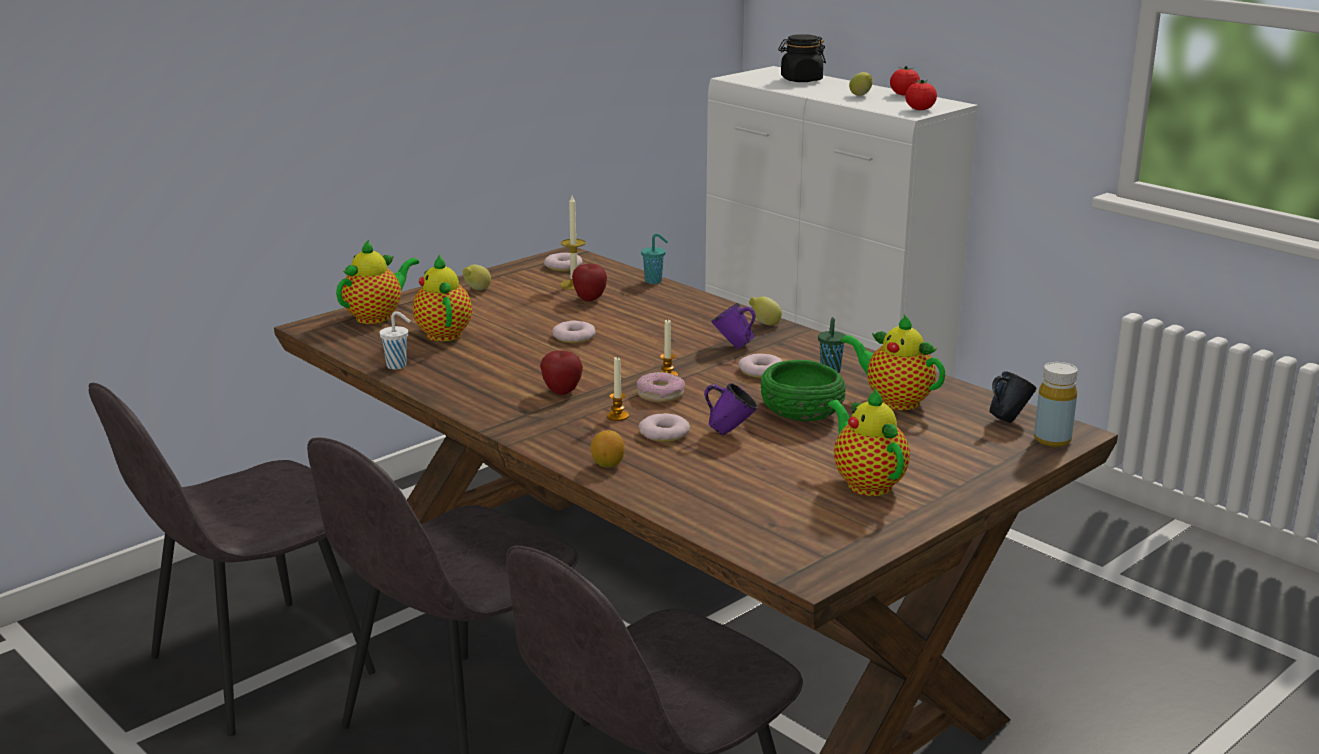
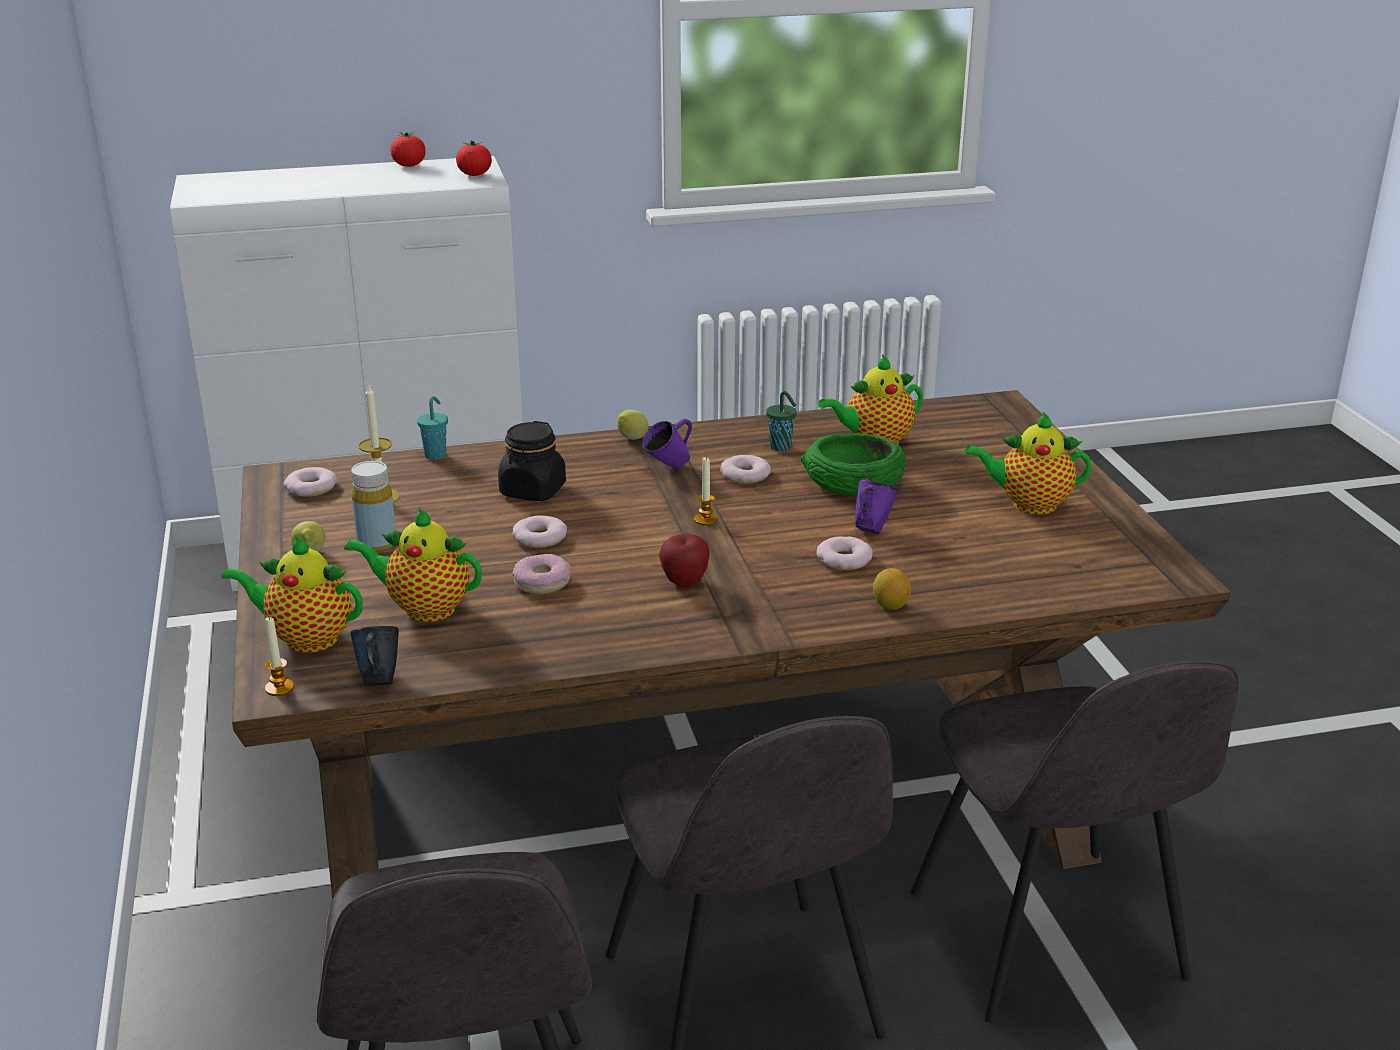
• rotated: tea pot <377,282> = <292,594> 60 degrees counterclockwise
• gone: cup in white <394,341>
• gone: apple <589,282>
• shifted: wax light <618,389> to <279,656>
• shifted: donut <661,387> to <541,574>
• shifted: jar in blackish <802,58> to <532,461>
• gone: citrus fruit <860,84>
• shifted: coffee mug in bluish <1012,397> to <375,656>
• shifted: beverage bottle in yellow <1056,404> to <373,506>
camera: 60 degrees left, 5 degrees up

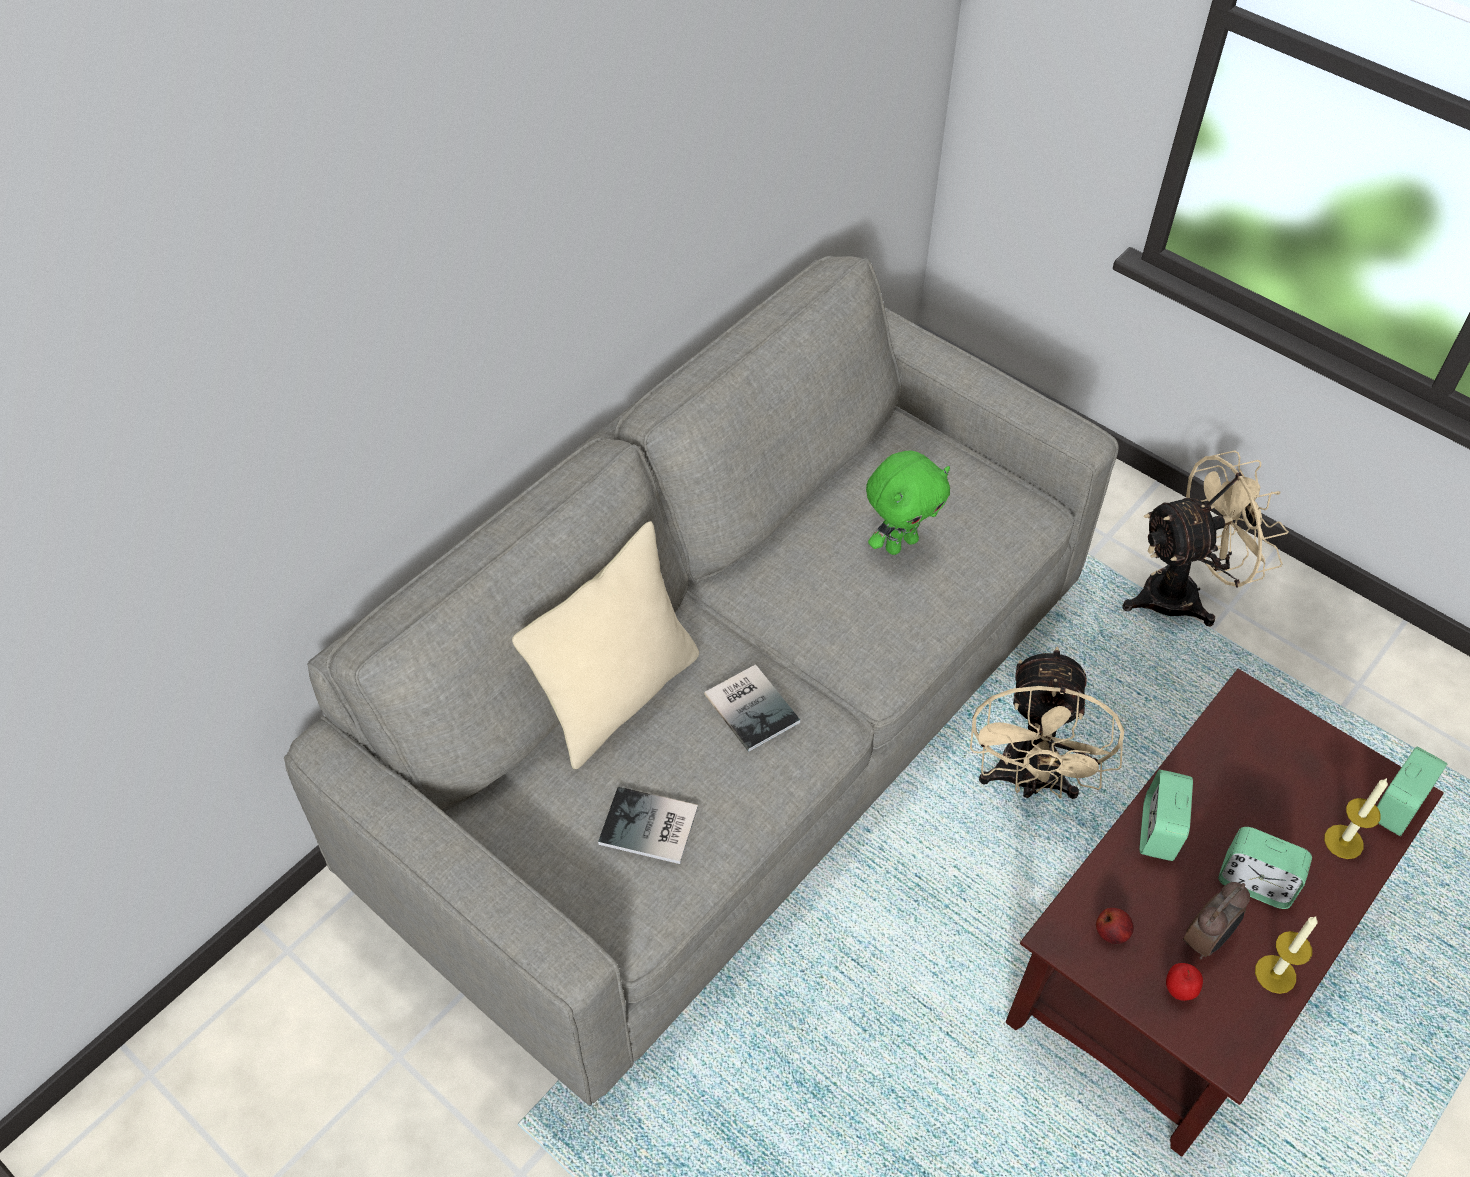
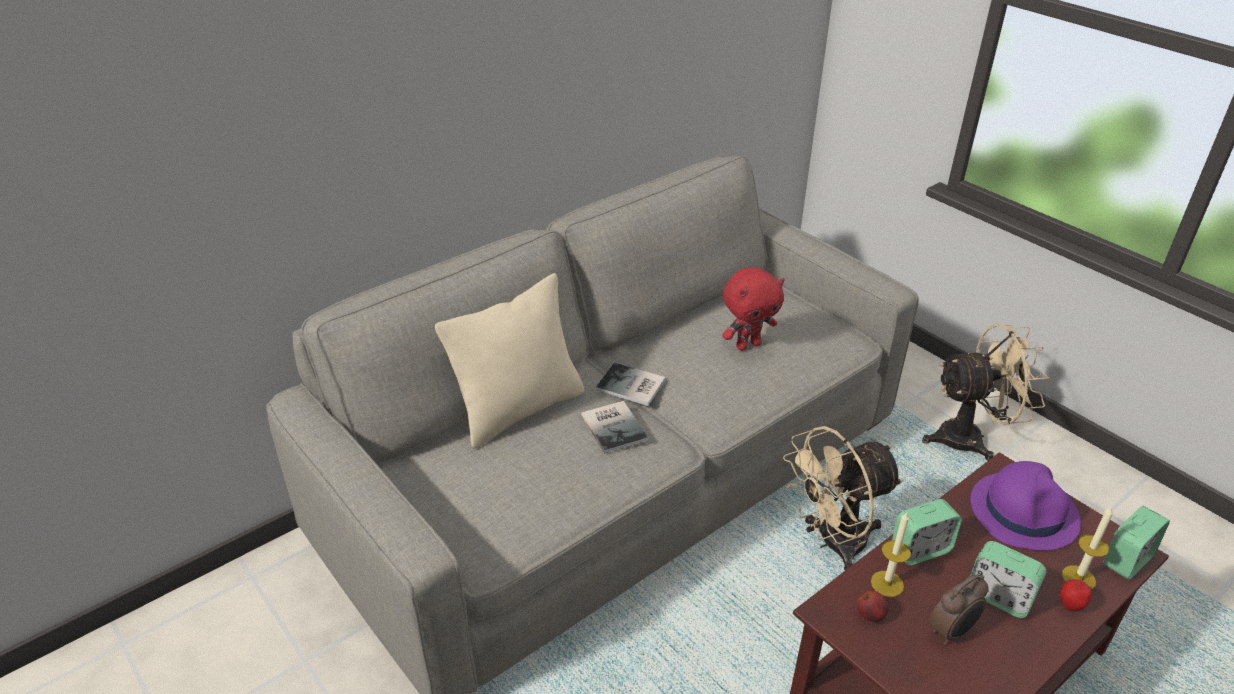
• shifted: bound book <648,825> to <631,384>
• repainted: plush toy in greenish <908,503> to plush toy in red <753,309>
• rotated: fan in beige-coloured <1047,723> = <843,498> 45 degrees clockwise
• rotated: table clock <1166,815> = <927,532> 135 degrees counterclockwise
• shifted: apple <1184,982> to <1076,595>
• shifted: wax light <1286,955> to <891,554>
• new: hat in purple <1025,506>
camera: 10 degrees right, 15 degrees down

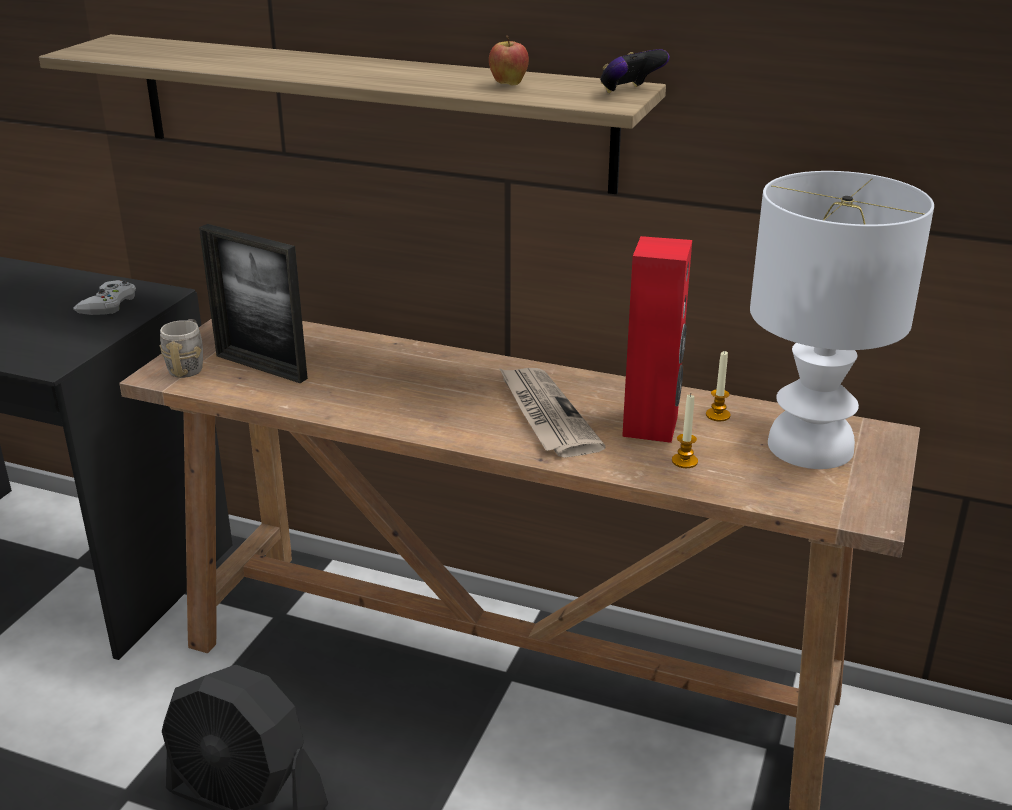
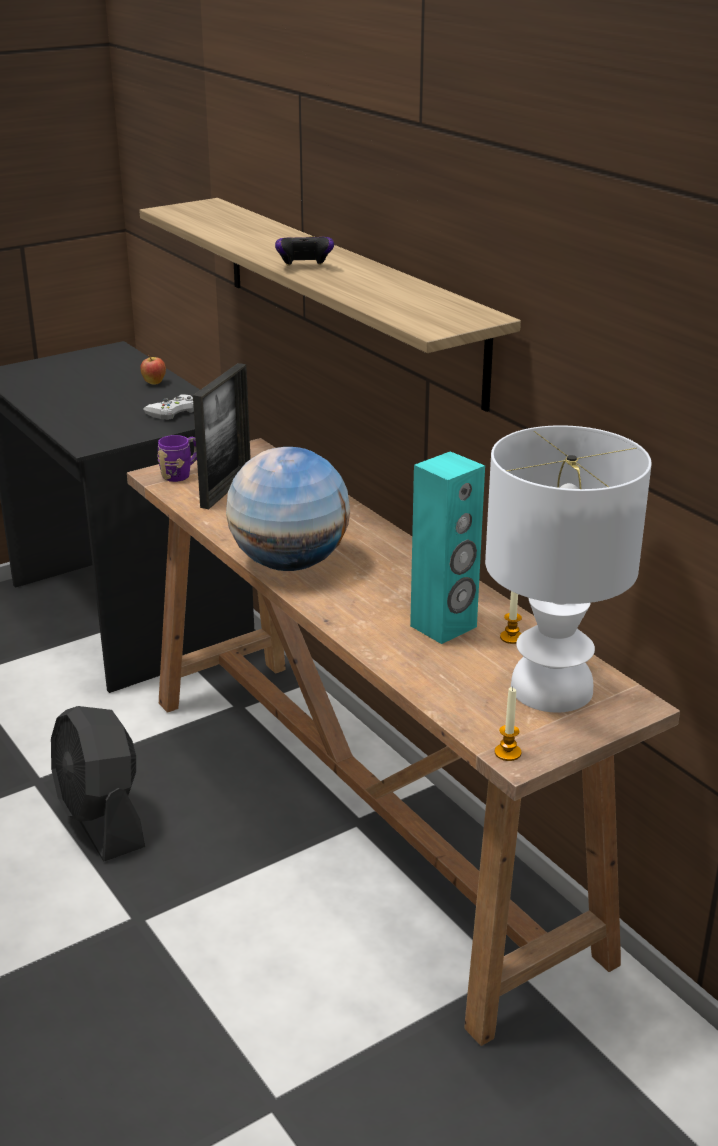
• repainted: coffee mug in greyish <181,348> to coffee mug in purple <177,458>
• rotated: picture frame <253,303> = <222,436> 135 degrees counterclockwise
• shifted: apple <509,60> to <153,370>
• gone: daily paper <552,413>
• shifted: gamepad <635,71> to <304,251>
• repainted: loudspeaker in red <657,339> to loudspeaker in turquoise <447,548>
• shifted: wax light <685,431> to <508,724>
• new: world globe <288,509>
camera: 35 degrees right, 0 degrees up

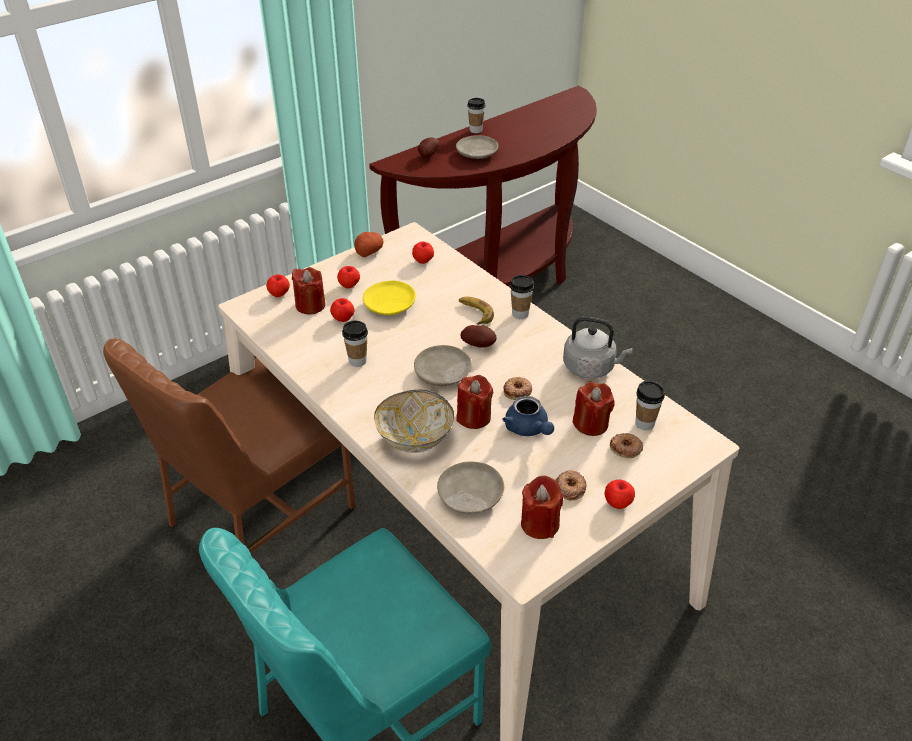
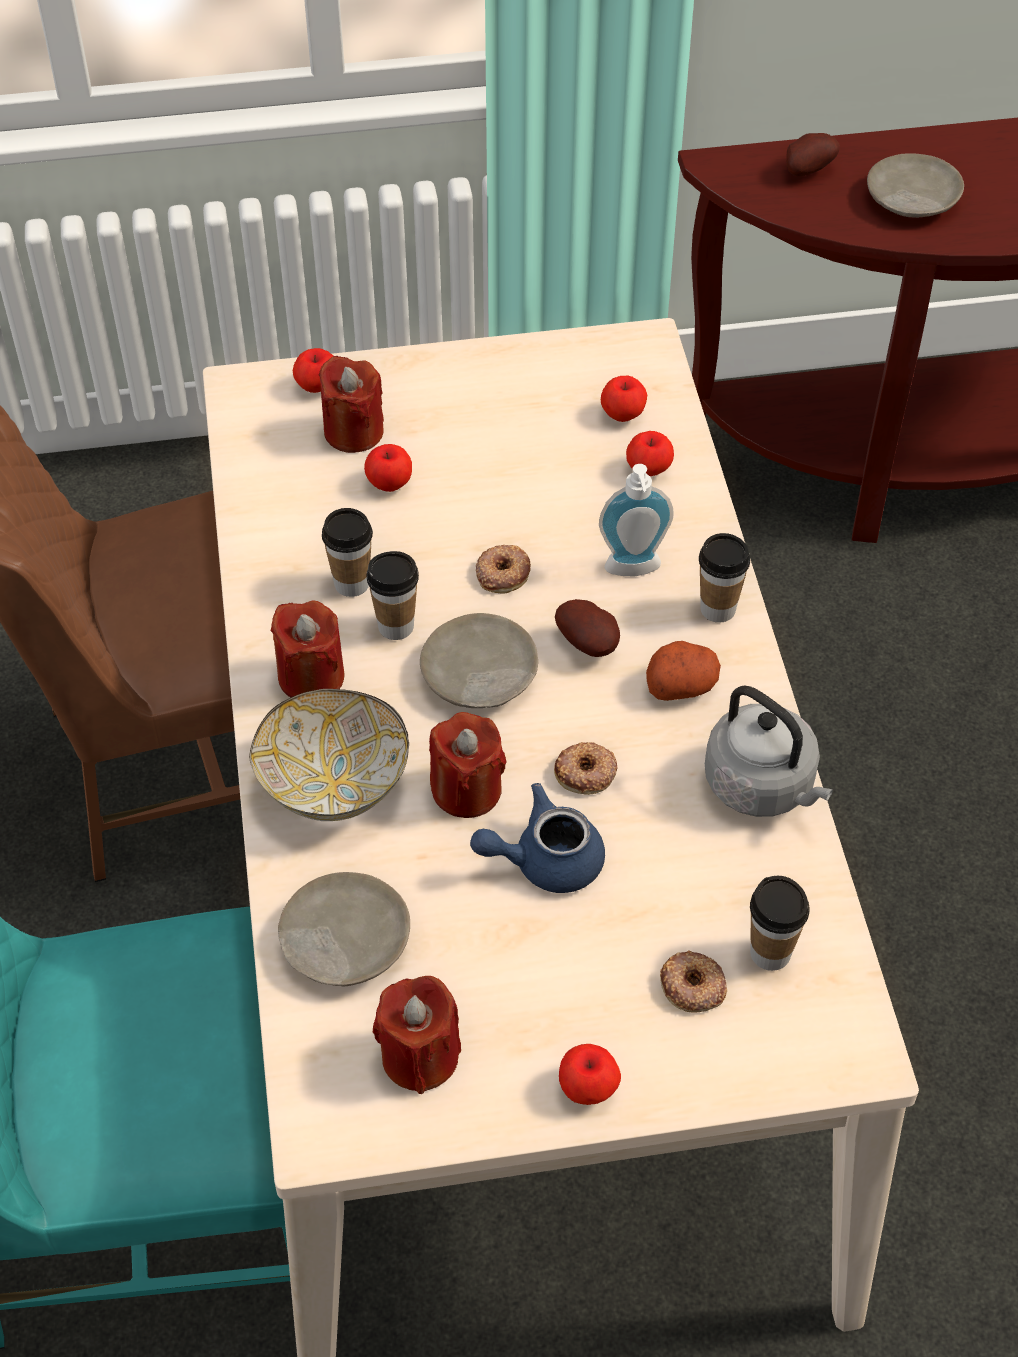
• shifted: apple <348,277> to <650,453>
• shifted: whole potato <368,244> to <683,671>
• gone: dinner plate in yellow <389,297>
• swapped: banana fruit <476,311> to soap dispenser <636,520>
• shifted: cup <476,115> to <392,595>
• rotated: tea pot in bluish <528,416> = <537,838> 75 degrees clockwise
• shifted: donut <571,485> to <503,569>
• shifted: wax light in red <594,409> to <308,649>
camera: 30 degrees right, 10 degrees up

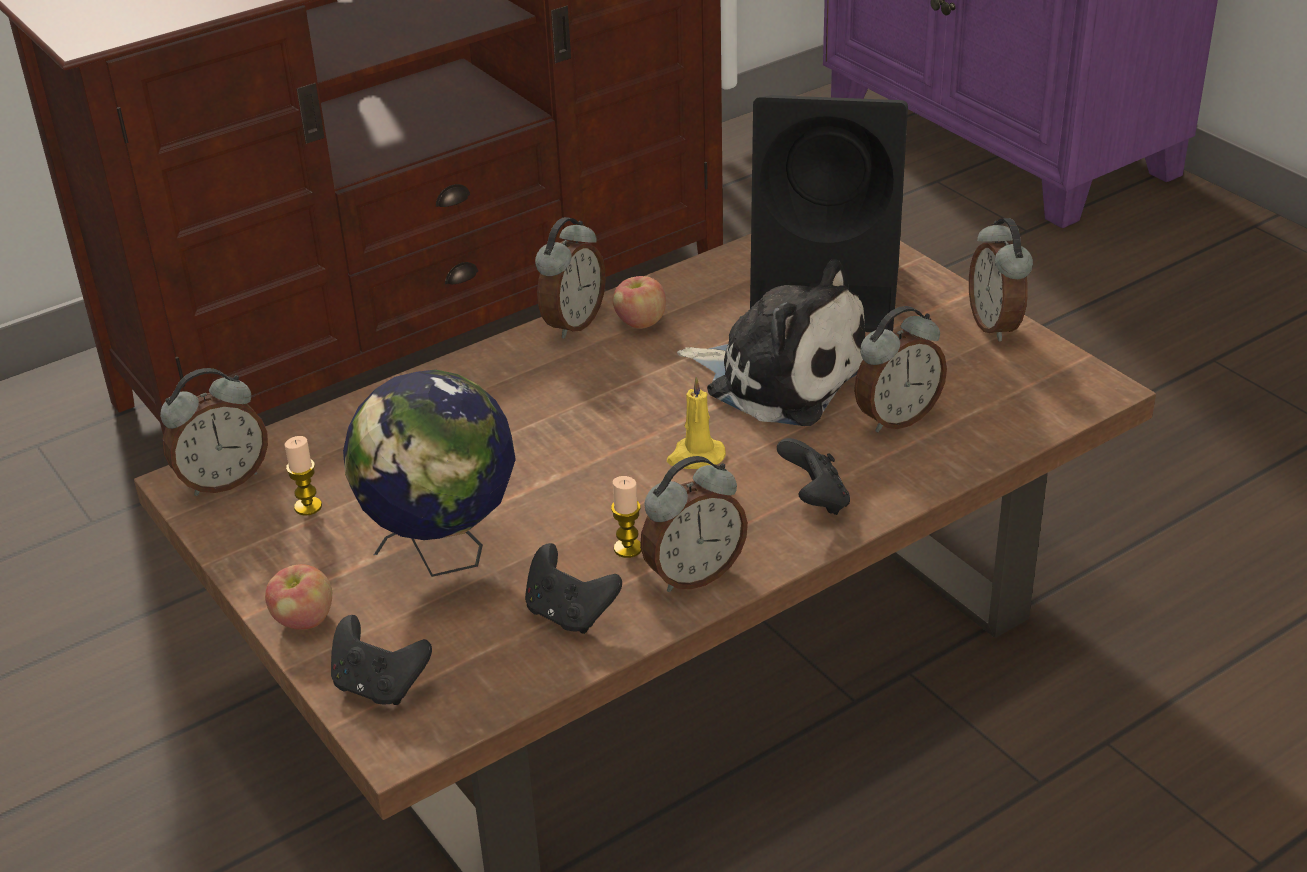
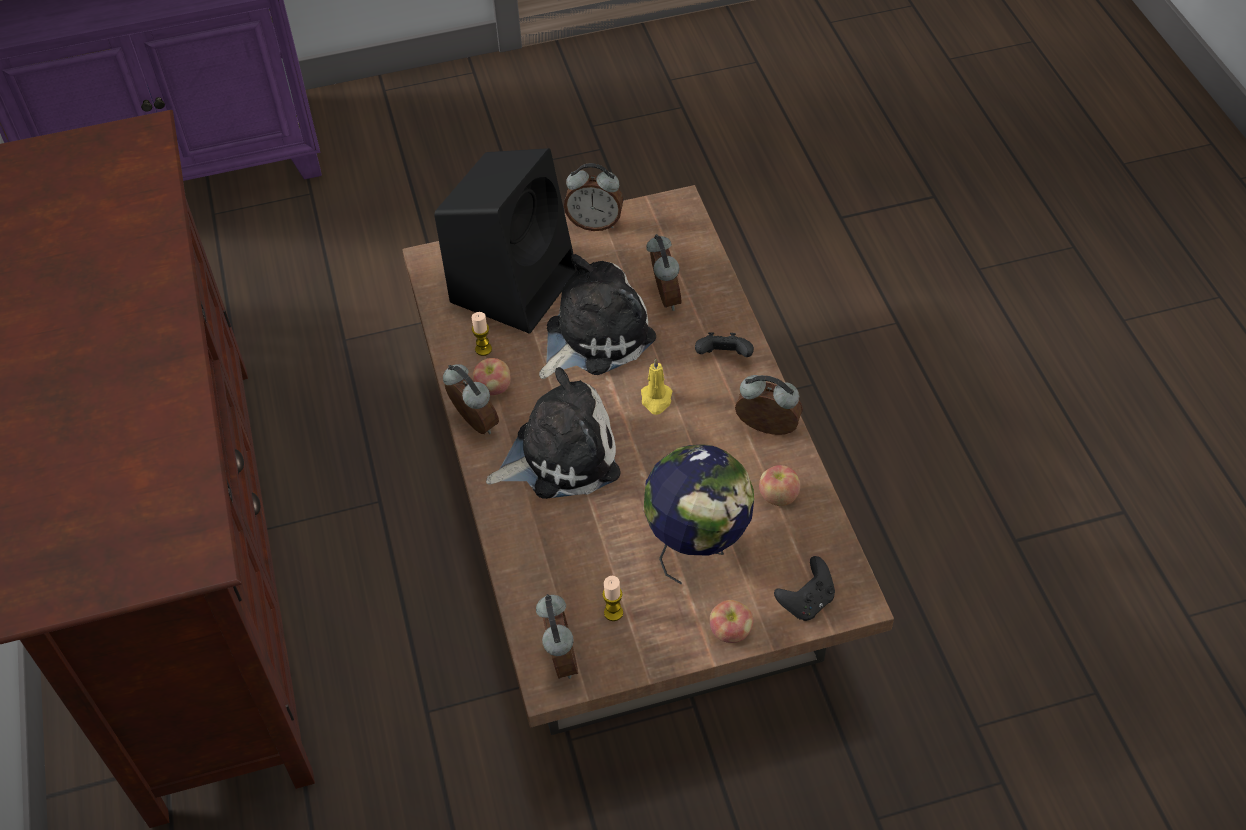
• swapped: gamepad in blackish <573,588> to apple <779,485>
• shifted: wax light <626,517> to <482,334>
• rotated: table clock <694,524> = <769,405> 60 degrees counterclockwise
• new: plush toy <553,433>
camera: 70 degrees left, 15 degrees up

